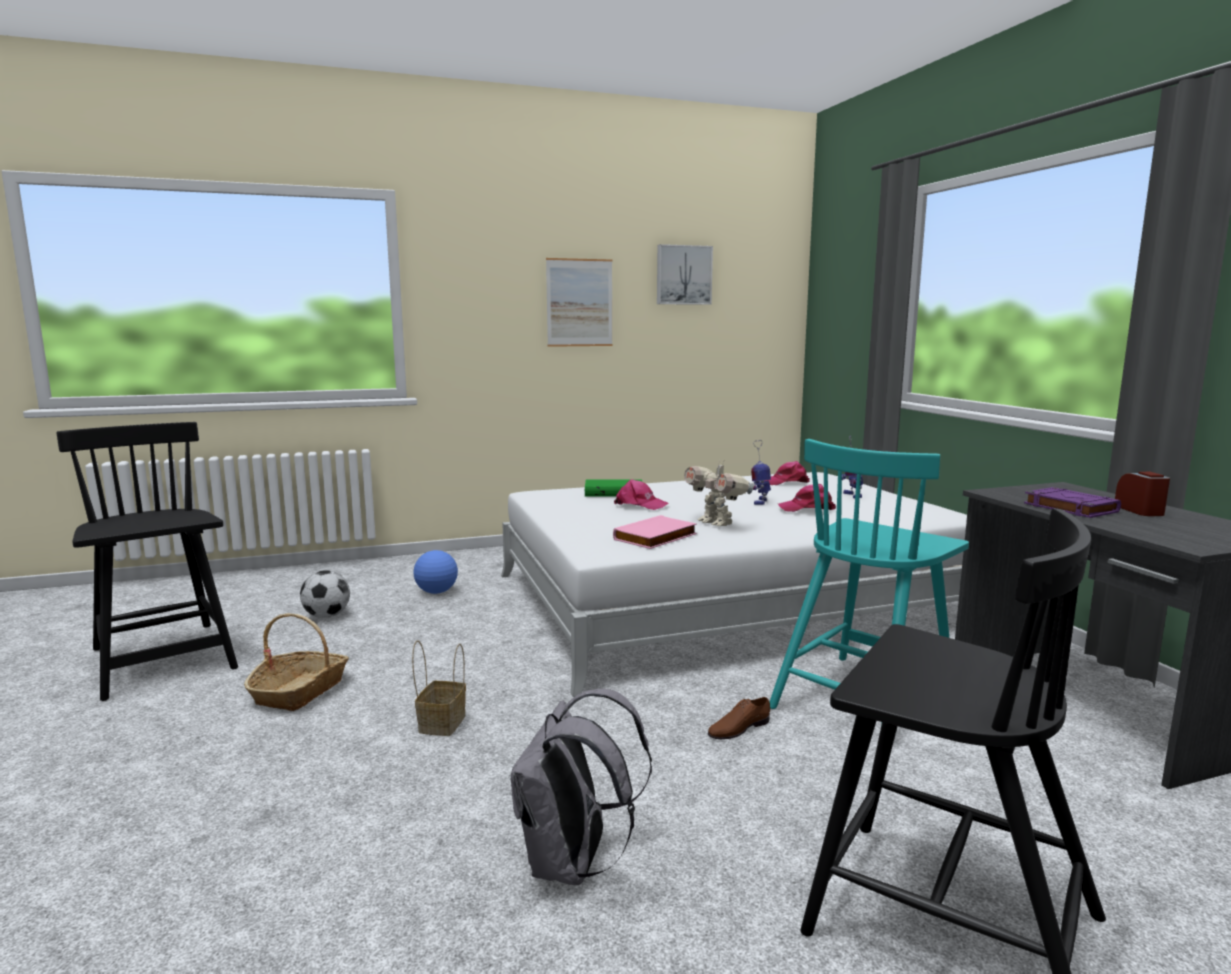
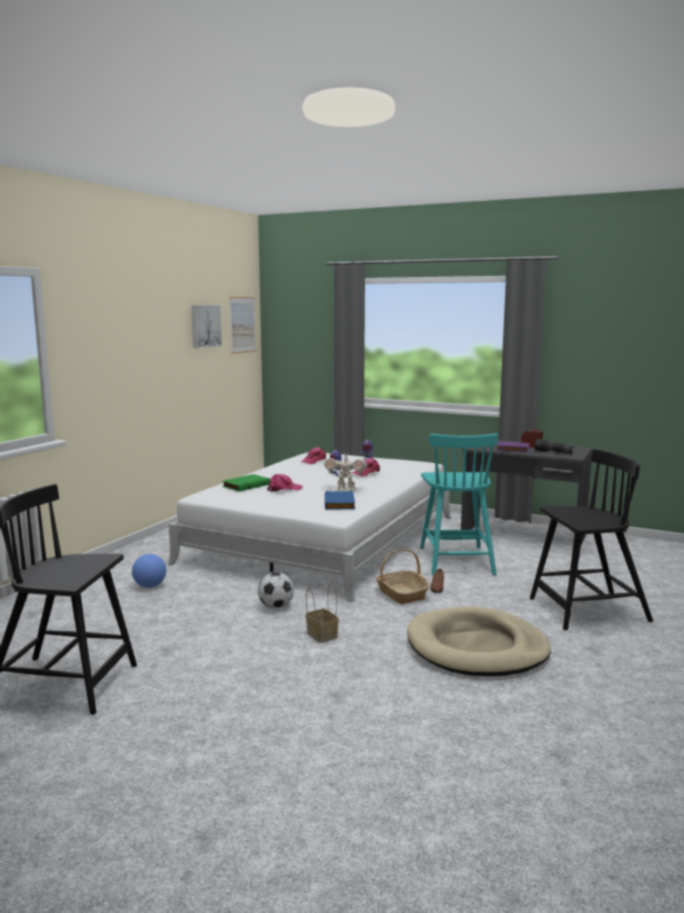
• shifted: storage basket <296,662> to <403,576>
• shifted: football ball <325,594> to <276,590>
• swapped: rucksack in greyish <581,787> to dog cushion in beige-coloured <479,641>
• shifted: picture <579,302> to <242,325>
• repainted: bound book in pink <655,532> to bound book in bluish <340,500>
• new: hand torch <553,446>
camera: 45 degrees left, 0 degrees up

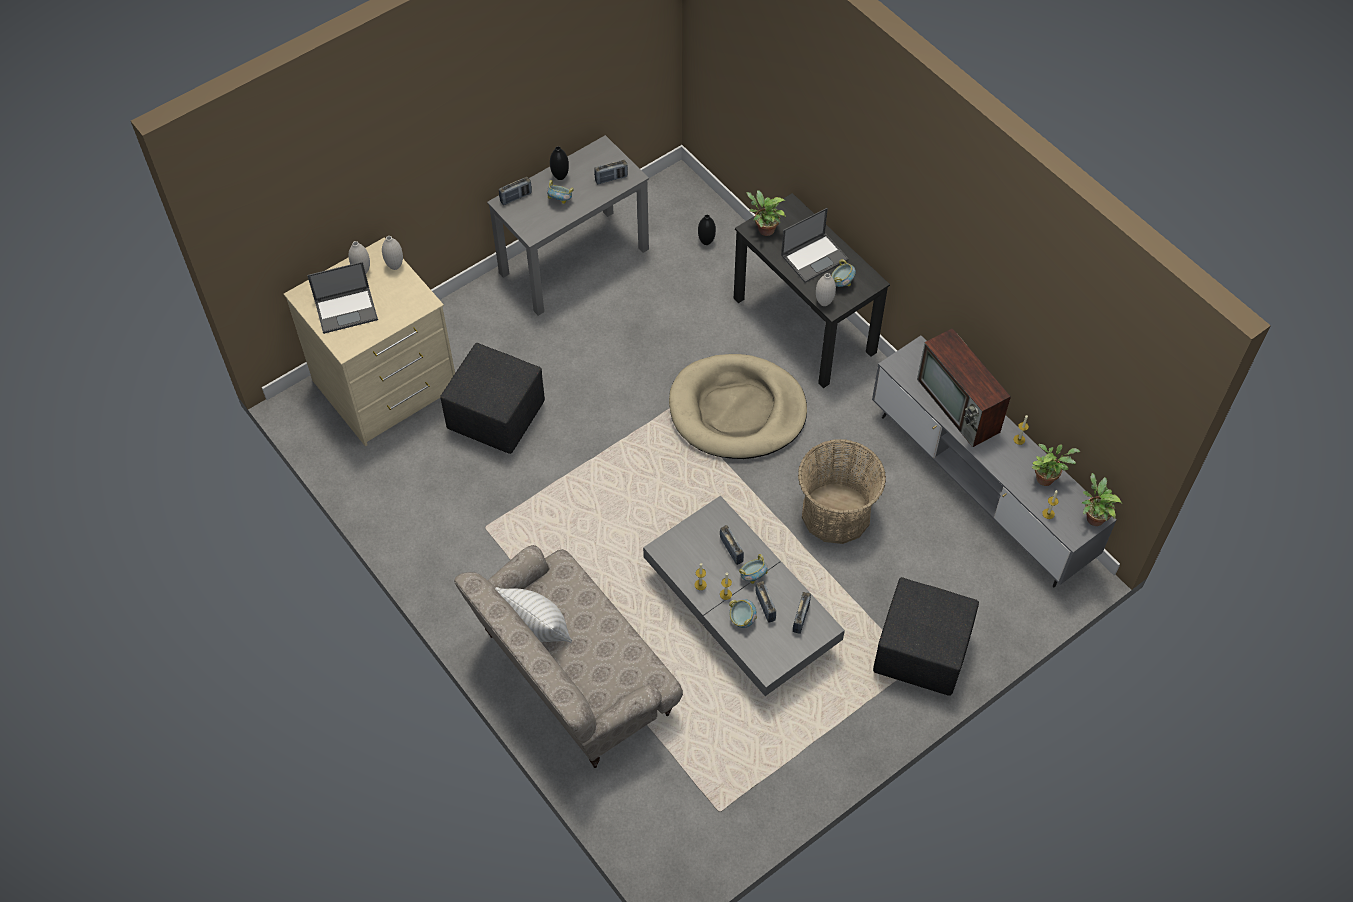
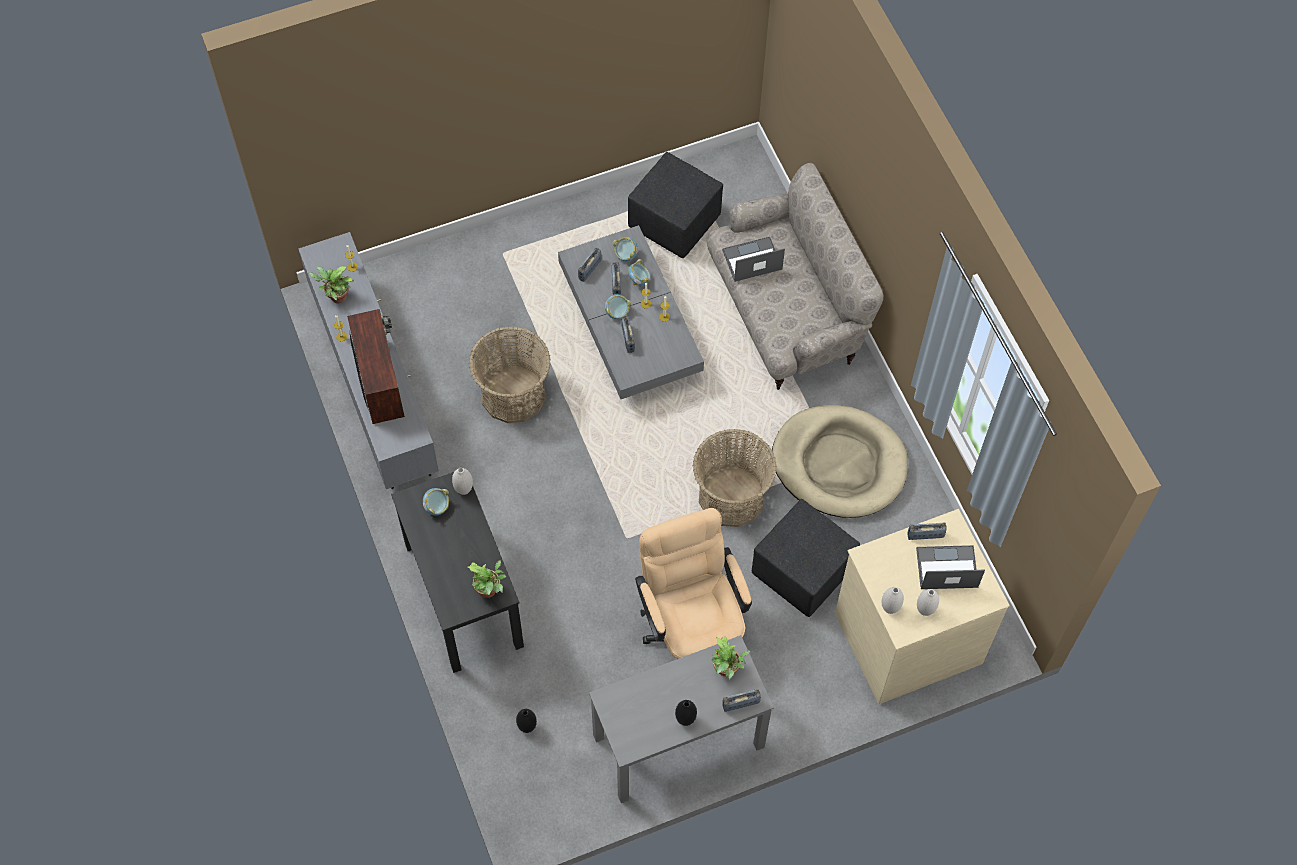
• gone: throw pillow in white <533,615>
• shifted: serving bowl <560,192> to <625,249>
• shifted: radio <611,172> to <927,531>
• shifted: dog cushion in beige-coloured <738,406> to <840,461>
• shifted: laptop <815,245> to <753,259>
• shifted: pouffe in blackish <926,636> to <675,205>
• shifted: potted plant <1102,499> to <731,658>
• new: computer chair in beige-coloured <693,583>
• new: storage basket <735,478>
camera: 165 degrees left, 5 degrees up

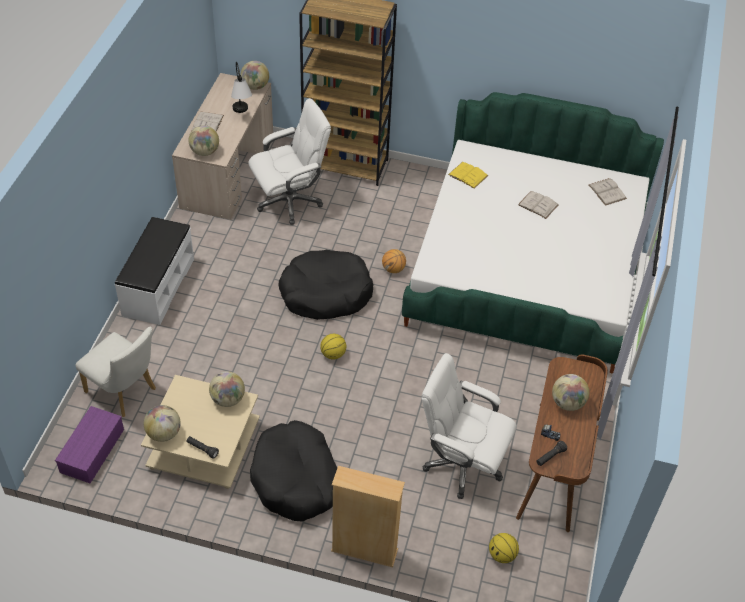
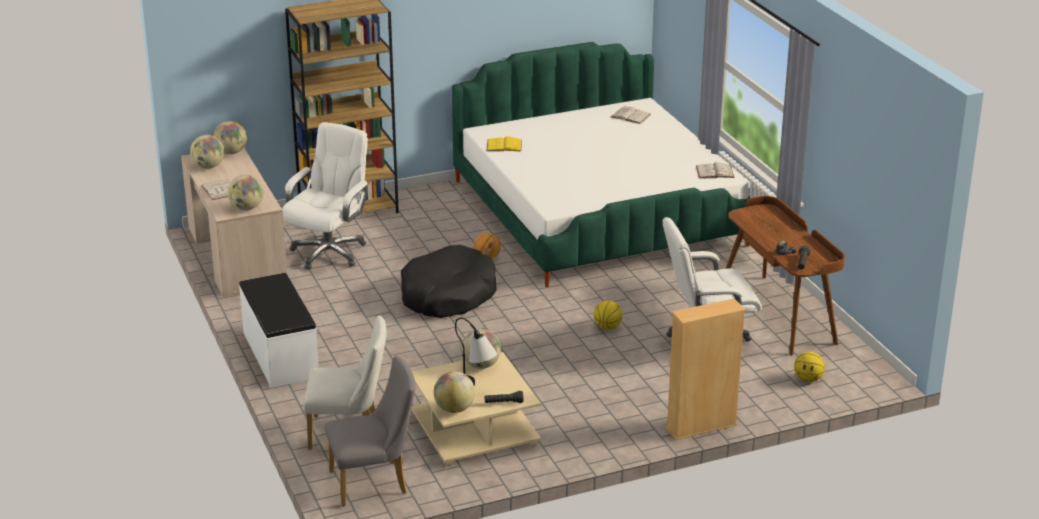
• swapped: storage box in purple <89,445> to chair in greyish <370,431>
• shifted: table lamp <241,87> to <476,351>
• gone: dog cushion in blackish <293,471>
• shifted: basketball <333,346> to <608,315>
• shifted: bound book in white <538,205> to <715,170>
• shifted: world globe <570,392> to <207,151>
camera: 35 degrees left, 20 degrees down

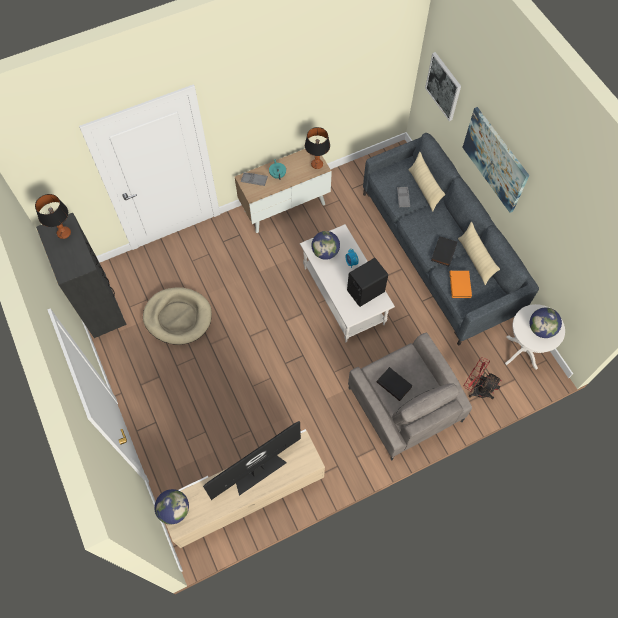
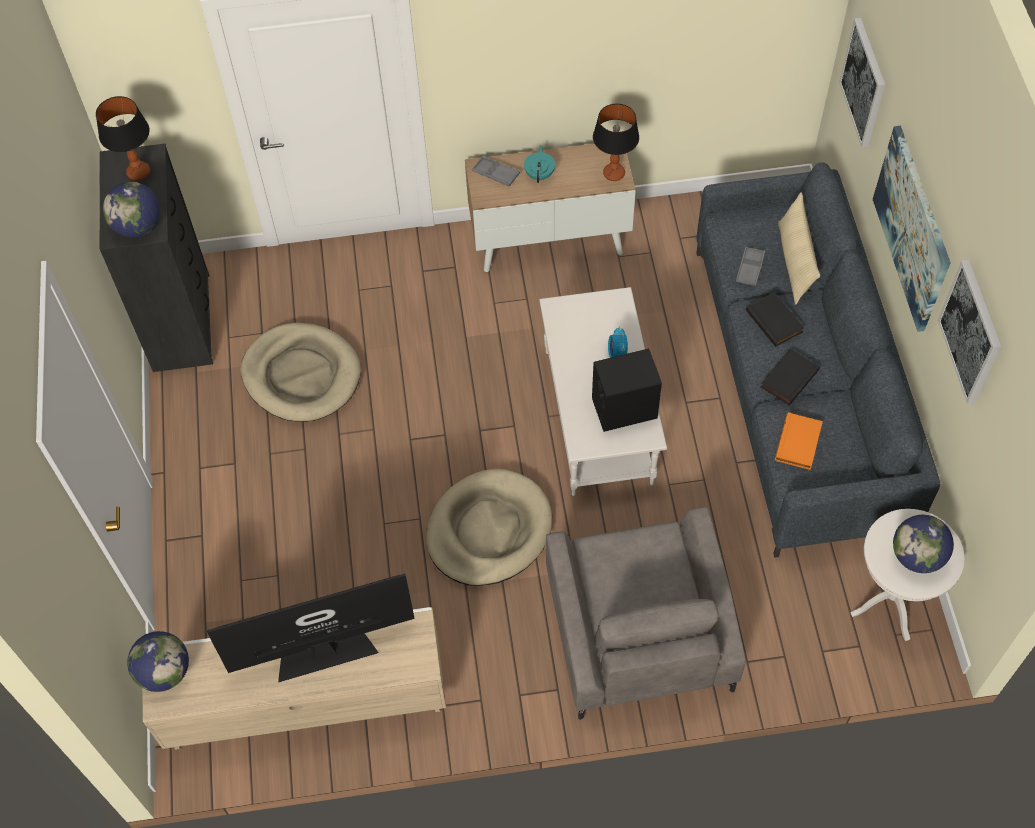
• shifted: world globe <325,245> to <131,209>
• shifted: bound book in blackish <395,384> to <775,319>
• gone: throw pillow in beige-coloured <479,253>
• gone: fan in red <483,378>
• new: dog cushion in beige-coloured <489,527>
• new: picture <969,332>
camera: 20 degrees right, 5 degrees down

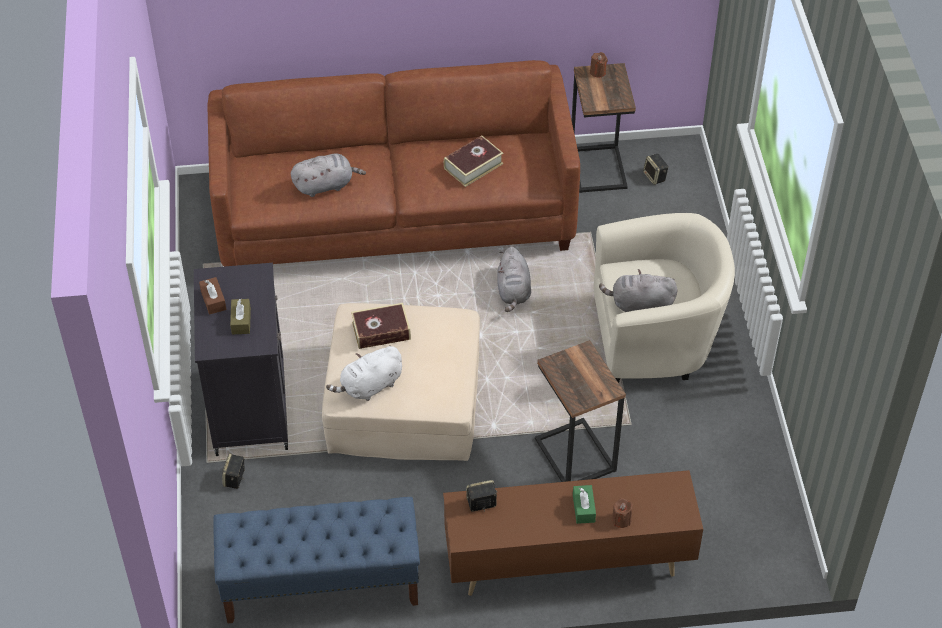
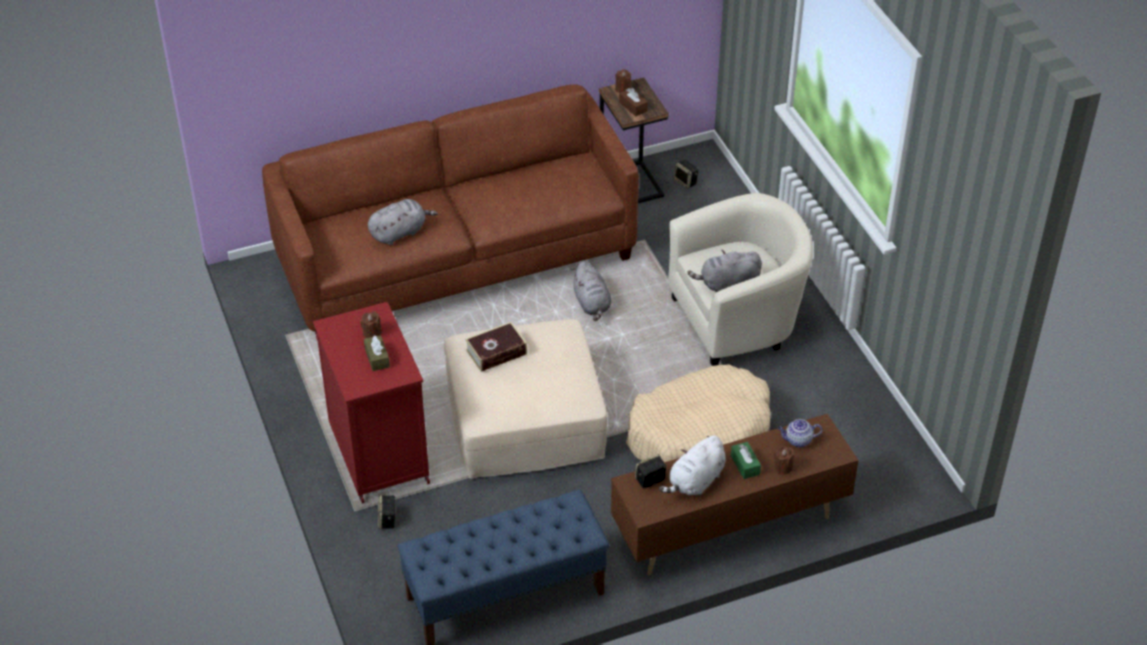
• repainted: storage cabinet in blackish <241,359> to storage cabinet in red <371,403>
• shifted: tissue box in brown <213,296> to <633,102>
• shifted: plush toy in white <364,373> to <692,465>
• gone: bound book <473,161>
• swapped: end table <580,411> to dog cushion in beige-coloured <698,413>
• new: wax light in brown <371,324>
• new: tea pot <800,433>
camera: 15 degrees left, 5 degrees down

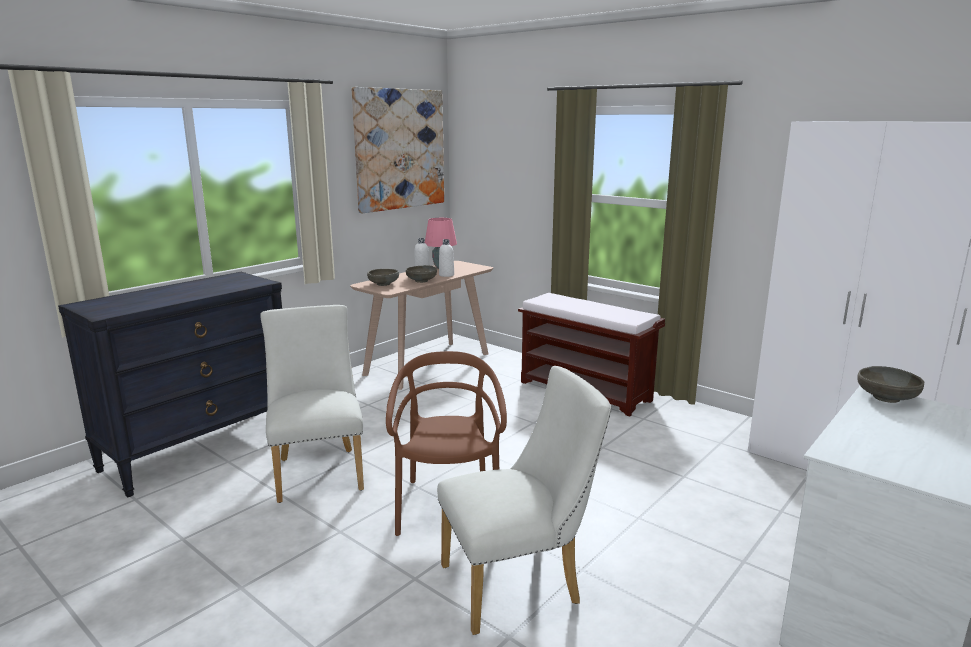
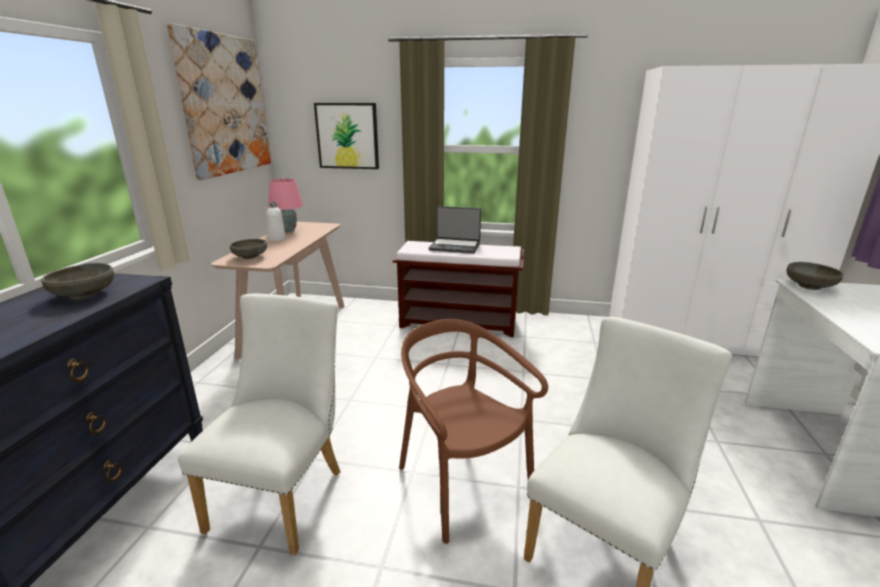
• rotated: chair in white <312,404> = <259,424> 60 degrees clockwise
• shifted: serving bowl in greyish <421,274> to <77,281>
• gone: beverage bottle in white <446,258>
• new: picture <346,136>
• new: laptop <455,230>
camera: 30 degrees left, 5 degrees up

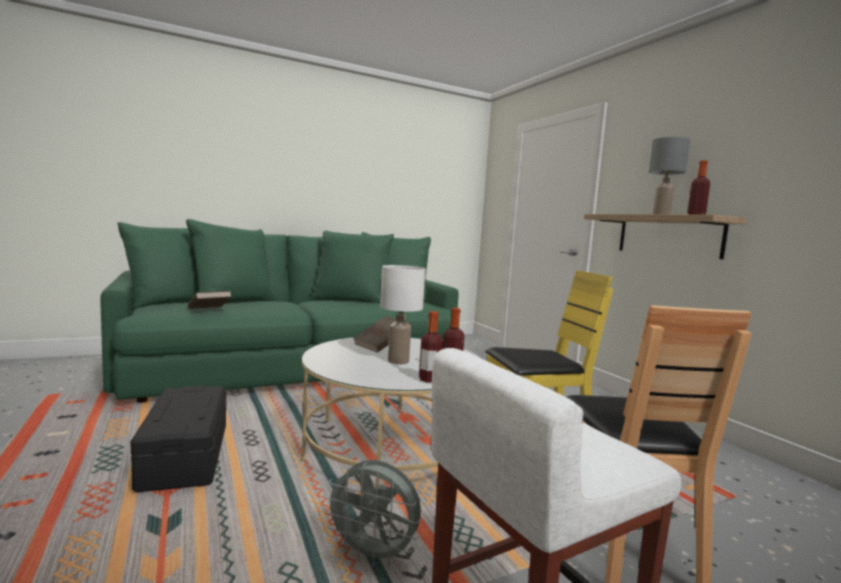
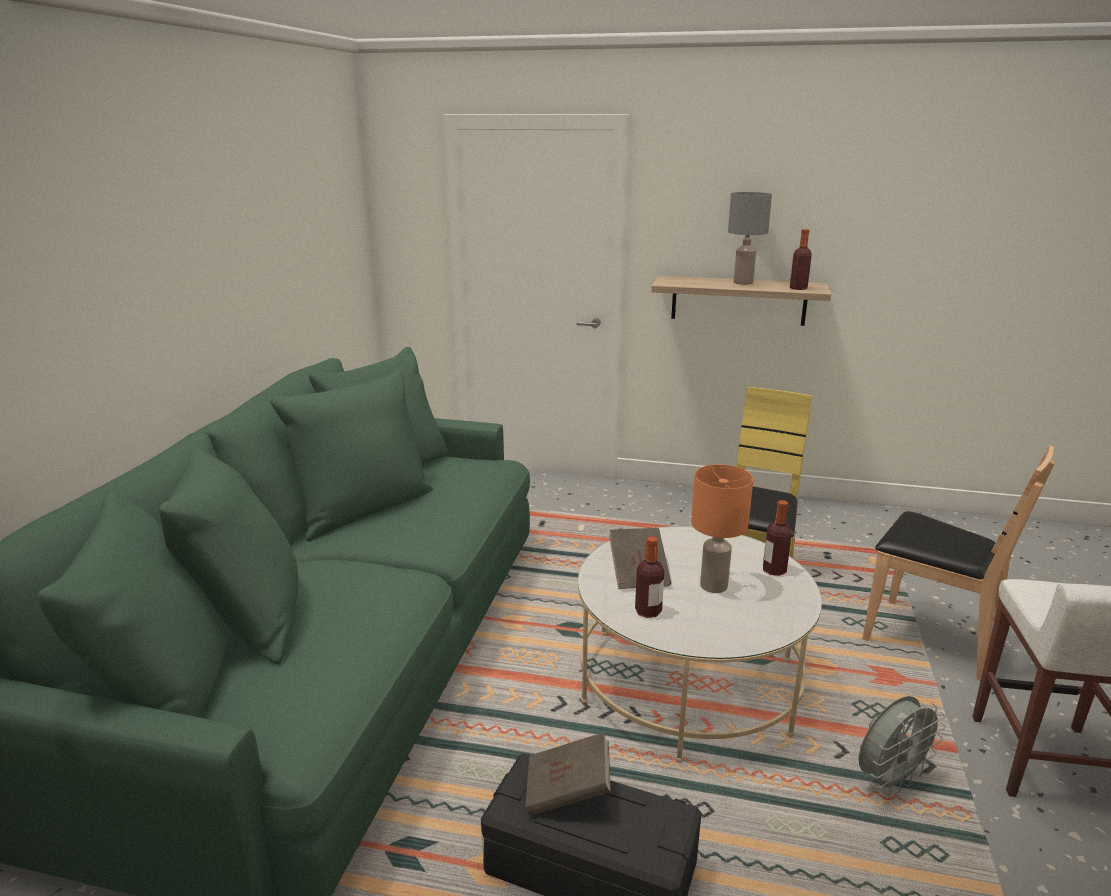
• shifted: bound book in brown <209,300> to <568,774>
• repainted: table lamp in white <402,314> to table lamp in orange-coloured <722,528>
• shifted: beverage bottle <431,347> to <649,577>
camera: 50 degrees left, 15 degrees up

